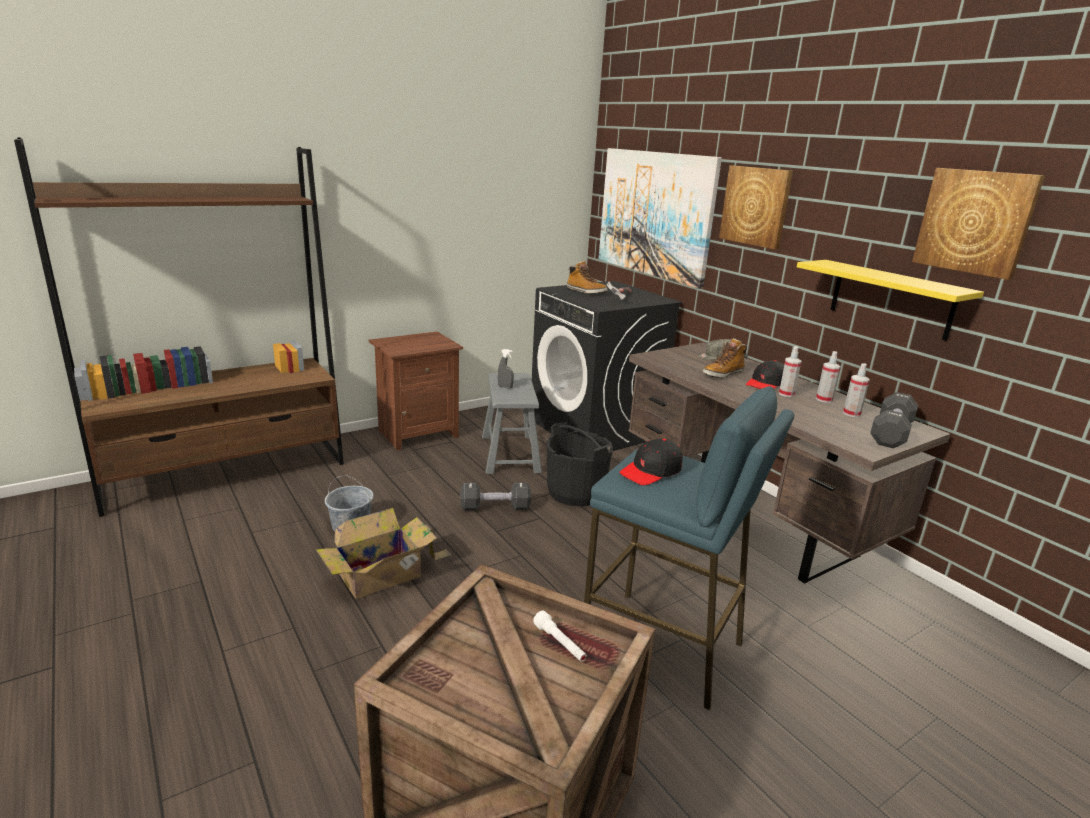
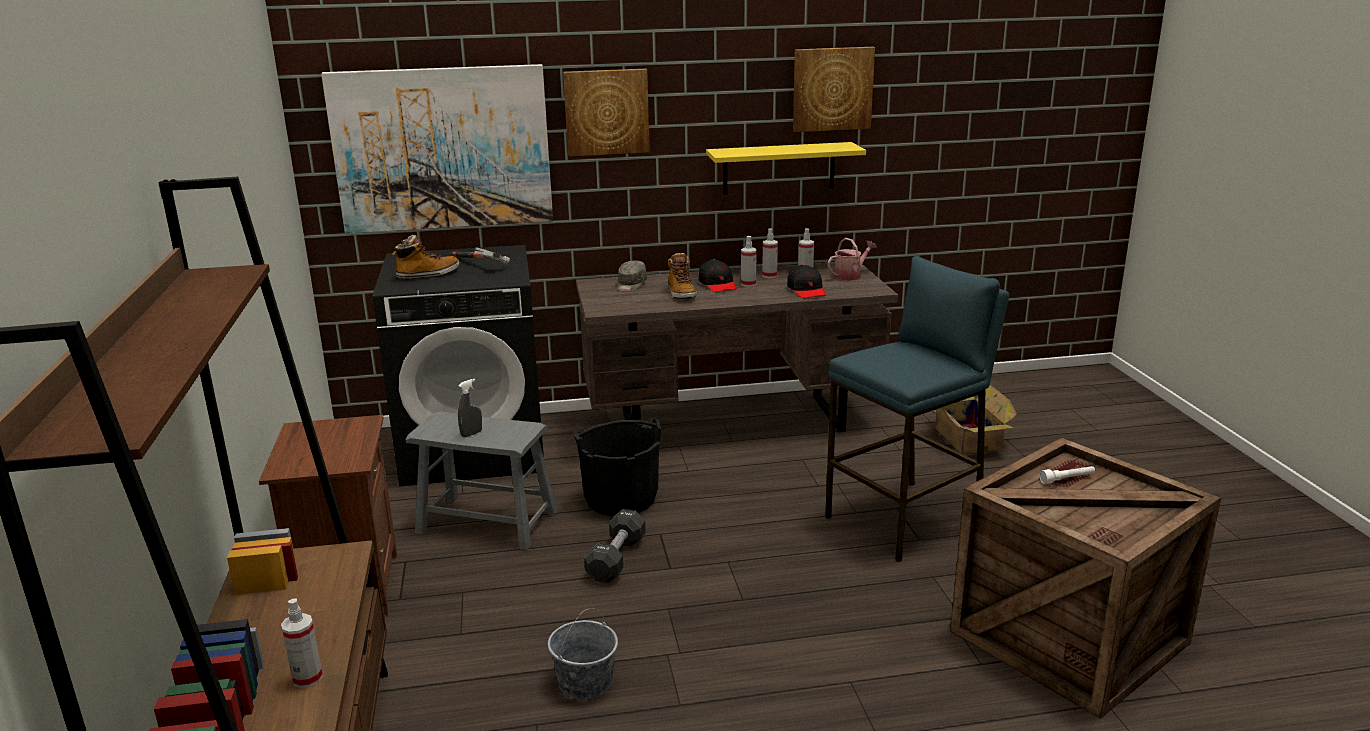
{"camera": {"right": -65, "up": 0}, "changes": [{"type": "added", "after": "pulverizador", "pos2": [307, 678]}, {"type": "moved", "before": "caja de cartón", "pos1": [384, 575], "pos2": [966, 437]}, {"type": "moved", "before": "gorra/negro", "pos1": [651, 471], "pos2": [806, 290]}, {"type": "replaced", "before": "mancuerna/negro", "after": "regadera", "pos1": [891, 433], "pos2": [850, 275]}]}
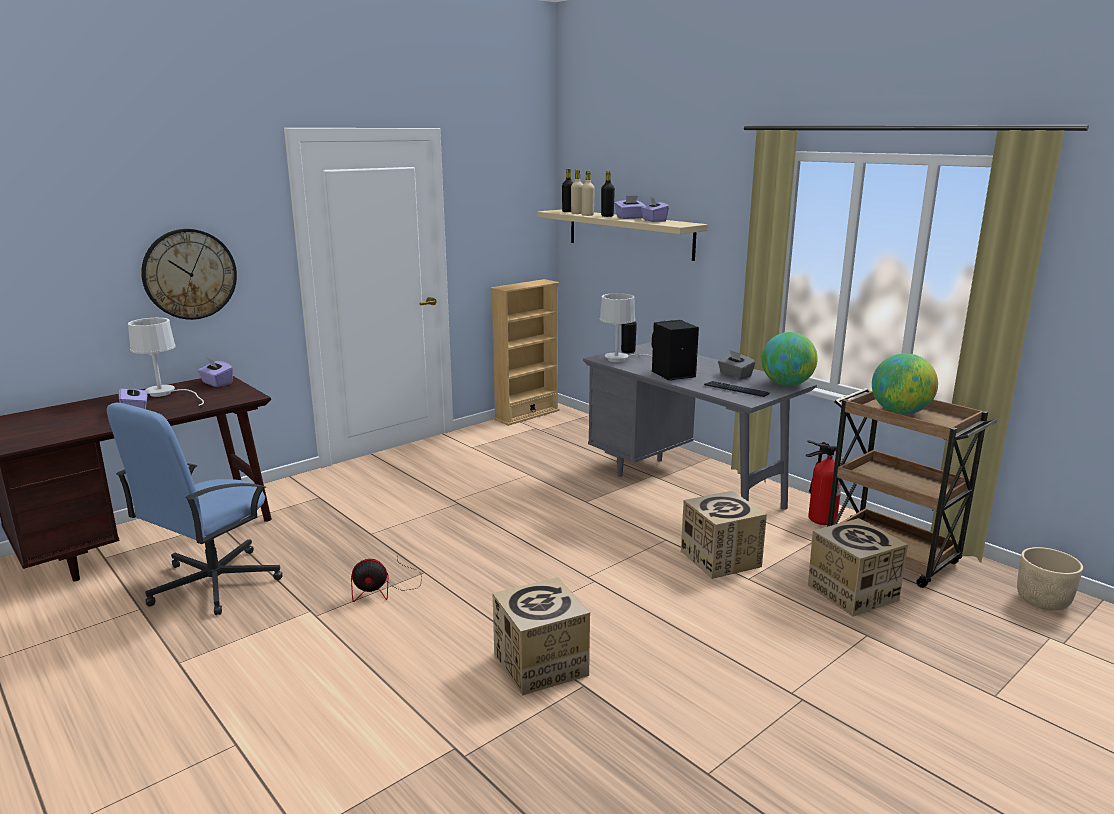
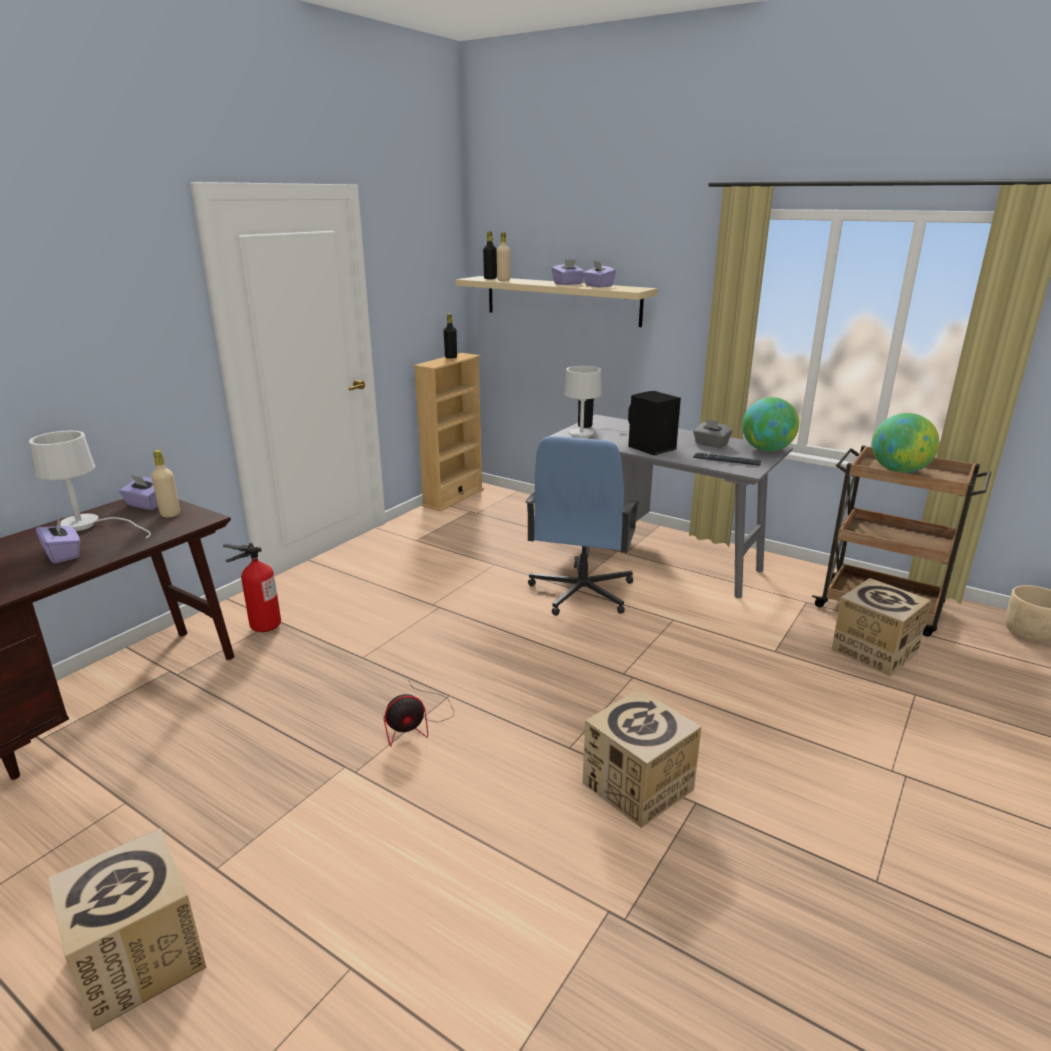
{"camera": {"right": -15, "up": 5}, "changes": [{"type": "removed", "before": "reloj de pared", "pos1": [189, 274]}, {"type": "moved", "before": "silla de oficina/azul", "pos1": [212, 583], "pos2": [581, 593]}, {"type": "moved", "before": "botella/beis", "pos1": [587, 215], "pos2": [170, 514]}, {"type": "moved", "before": "botella/negro", "pos1": [607, 216], "pos2": [451, 357]}, {"type": "moved", "before": "caja de cartón", "pos1": [720, 559], "pos2": [139, 958]}, {"type": "moved", "before": "extintor", "pos1": [818, 520], "pos2": [264, 626]}]}
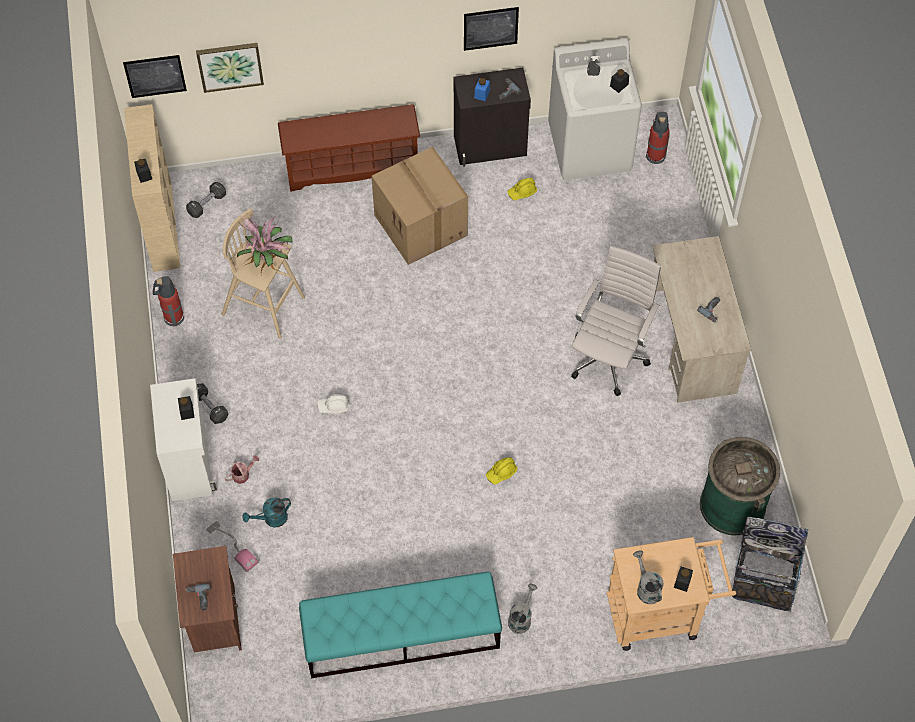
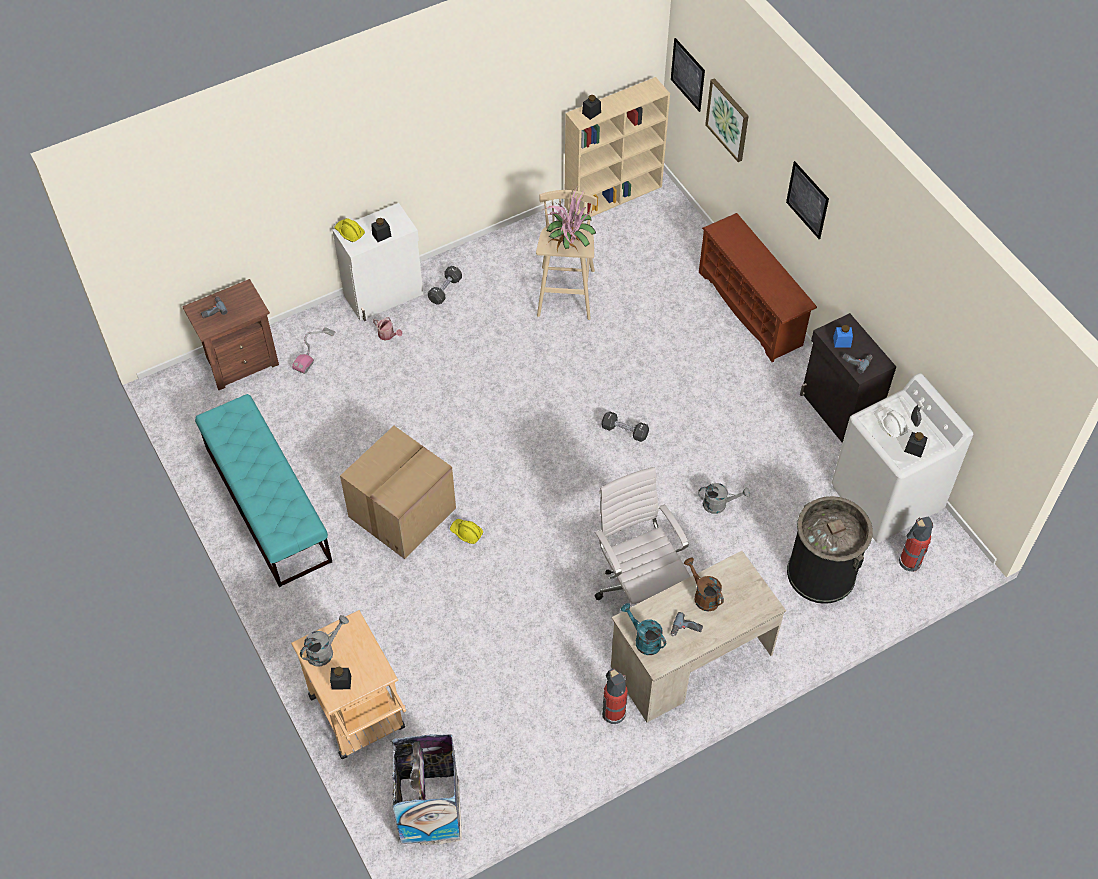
{"camera": {"right": 70, "up": -5}, "changes": [{"type": "removed", "before": "papelera/verde", "pos1": [732, 505]}, {"type": "added", "after": "regadera/marrón", "pos2": [703, 596]}, {"type": "added", "after": "papelera/negro", "pos2": [821, 573]}, {"type": "moved", "before": "extintor", "pos1": [173, 317], "pos2": [613, 712]}, {"type": "moved", "before": "mancuerna/negro", "pos1": [207, 204], "pos2": [624, 431]}, {"type": "moved", "before": "regadera/turquesa", "pos1": [271, 519], "pos2": [644, 640]}, {"type": "moved", "before": "casco/blanco", "pos1": [333, 406], "pos2": [891, 425]}, {"type": "moved", "before": "caja de cartón", "pos1": [422, 225], "pos2": [402, 514]}, {"type": "moved", "before": "cuadro", "pos1": [490, 28], "pos2": [807, 200]}, {"type": "moved", "before": "casco/amarillo", "pos1": [522, 192], "pos2": [349, 232]}, {"type": "moved", "before": "regadera/gris", "pos1": [521, 618], "pos2": [719, 504]}, {"type": "turned", "before": "silla de oficina/blanco", "pos1": [609, 356], "pos2": [638, 589], "turn": -120}]}
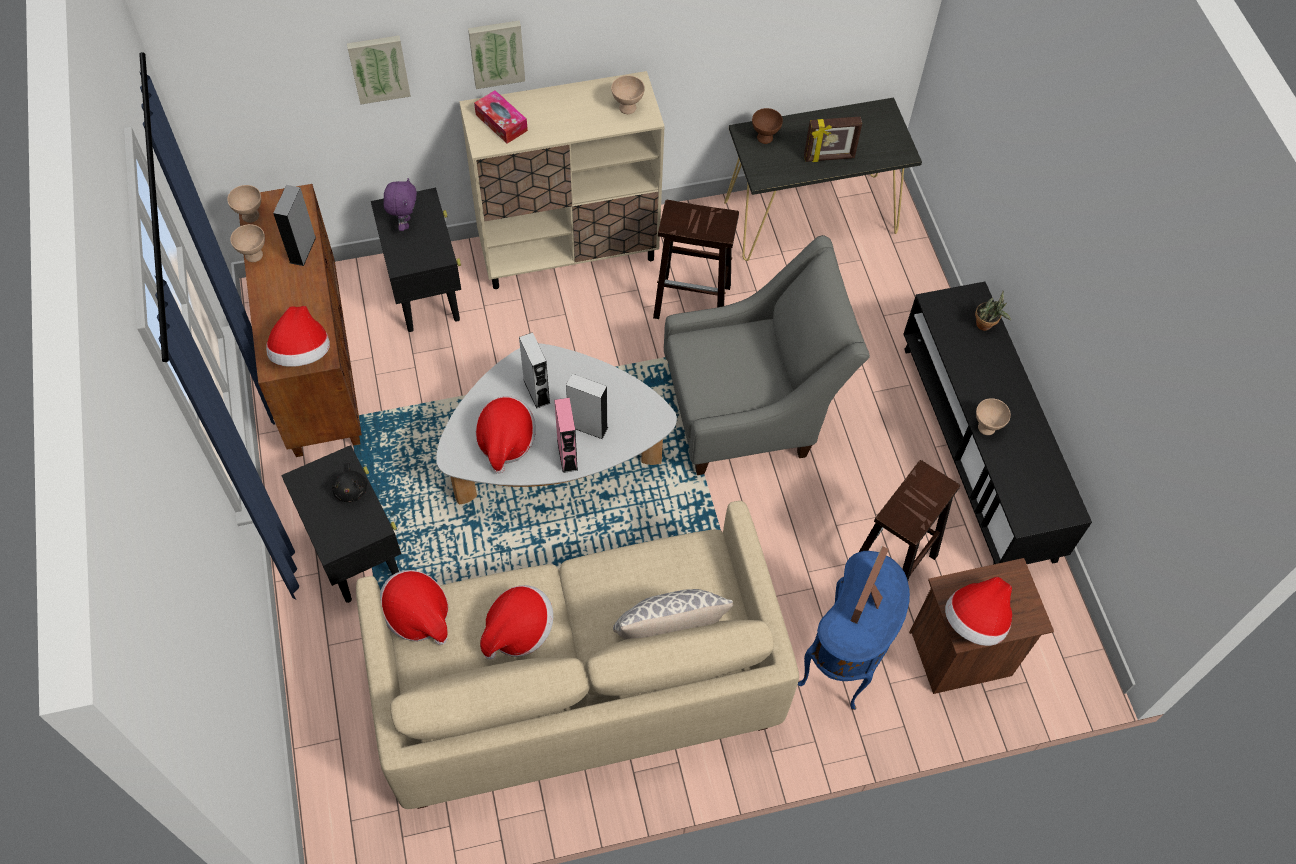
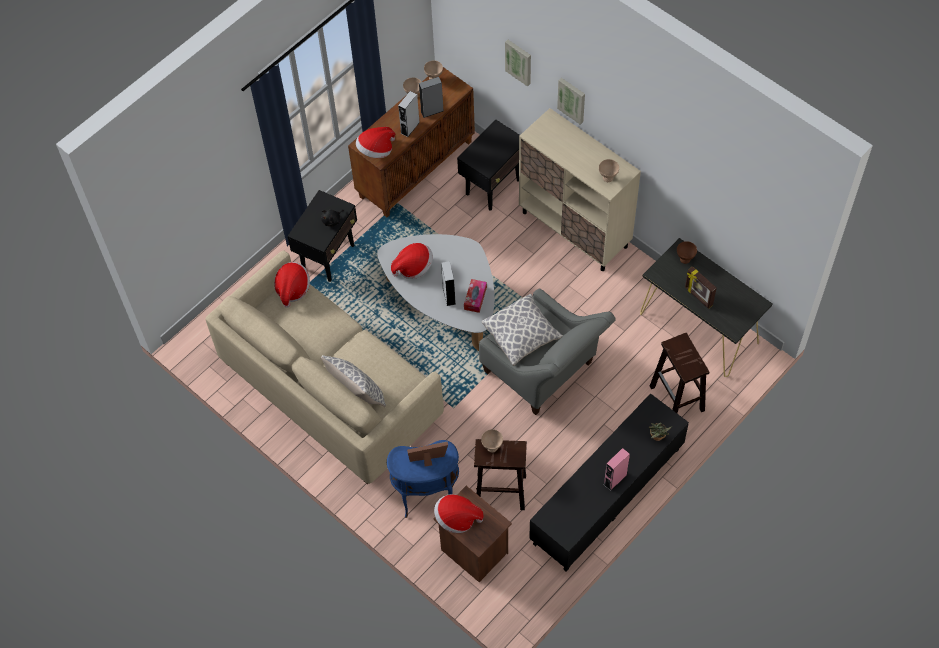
{"camera": {"right": 60, "up": 0}, "changes": [{"type": "removed", "before": "peluche/morado", "pos1": [405, 223]}, {"type": "removed", "before": "sombrero", "pos1": [518, 630]}, {"type": "added", "after": "cojín", "pos2": [522, 335]}, {"type": "moved", "before": "caja de pañuelos", "pos1": [501, 122], "pos2": [475, 298]}, {"type": "moved", "before": "altavoz/gris", "pos1": [536, 391], "pos2": [410, 127]}, {"type": "moved", "before": "altavoz/rosa", "pos1": [567, 455], "pos2": [615, 479]}, {"type": "moved", "before": "taburete/marrón", "pos1": [693, 301], "pos2": [677, 399]}, {"type": "moved", "before": "cuenco/beis", "pos1": [986, 427], "pos2": [492, 447]}]}
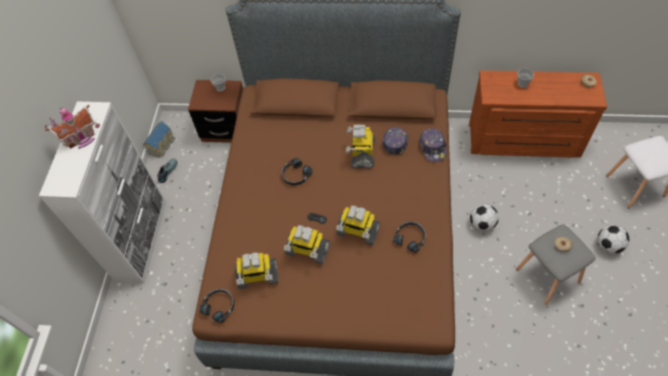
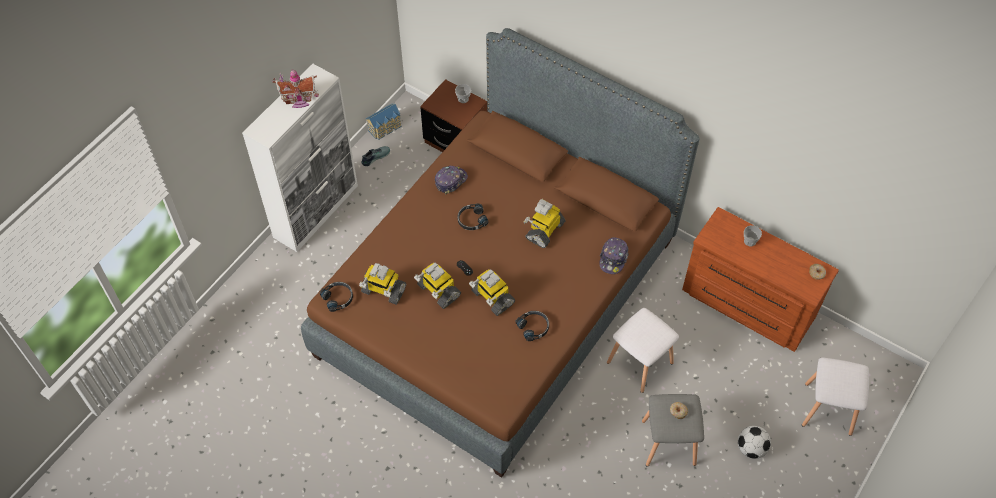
{"camera": {"right": 25, "up": 0}, "changes": [{"type": "moved", "before": "gorra", "pos1": [395, 142], "pos2": [450, 181]}, {"type": "replaced", "before": "balón de fútbol", "after": "taburete/blanco", "pos1": [482, 224], "pos2": [641, 363]}]}
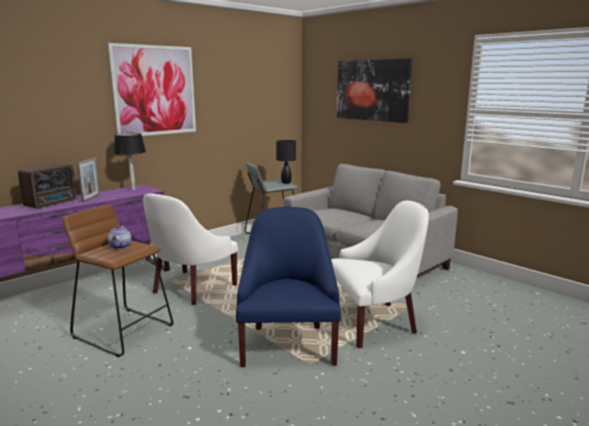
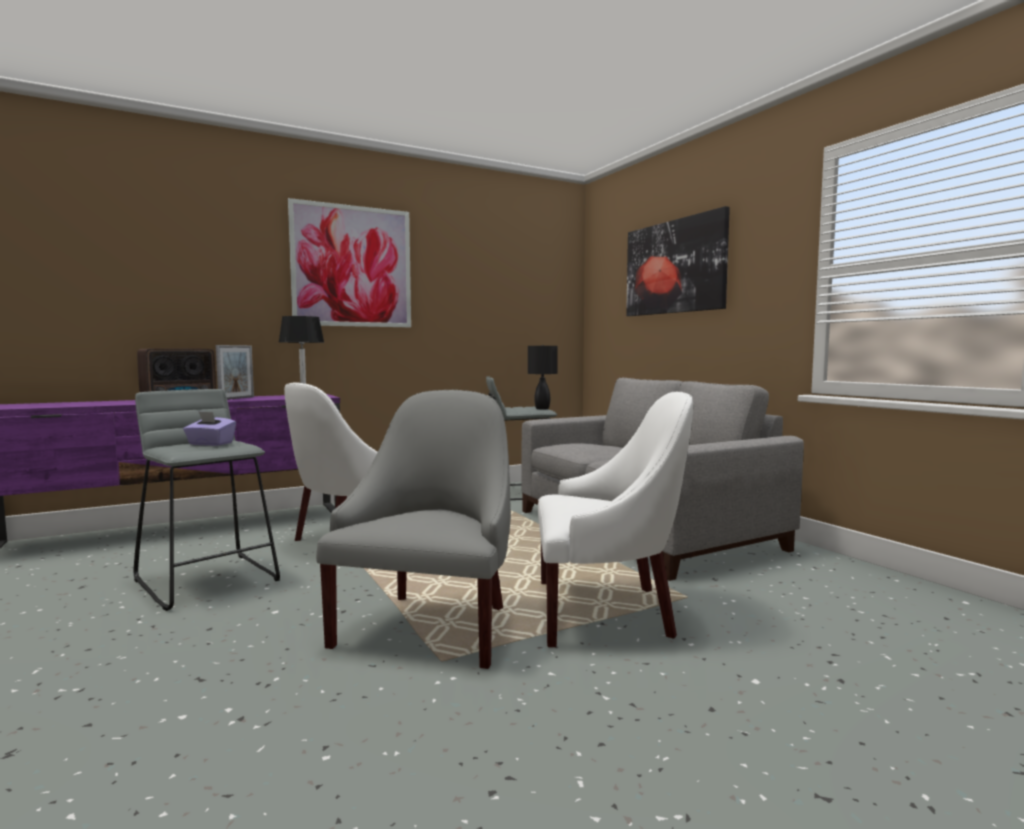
{"camera": {"right": 15, "up": -10}, "changes": [{"type": "replaced", "before": "tetera", "after": "caja de pañuelos/morado", "pos1": [121, 246], "pos2": [210, 444]}, {"type": "recoloured", "before": "taburete/marrón", "after": "taburete/gris", "pos1": [124, 331], "pos2": [209, 580]}, {"type": "recoloured", "before": "sillón/azul", "after": "sillón/gris", "pos1": [288, 344], "pos2": [430, 626]}]}
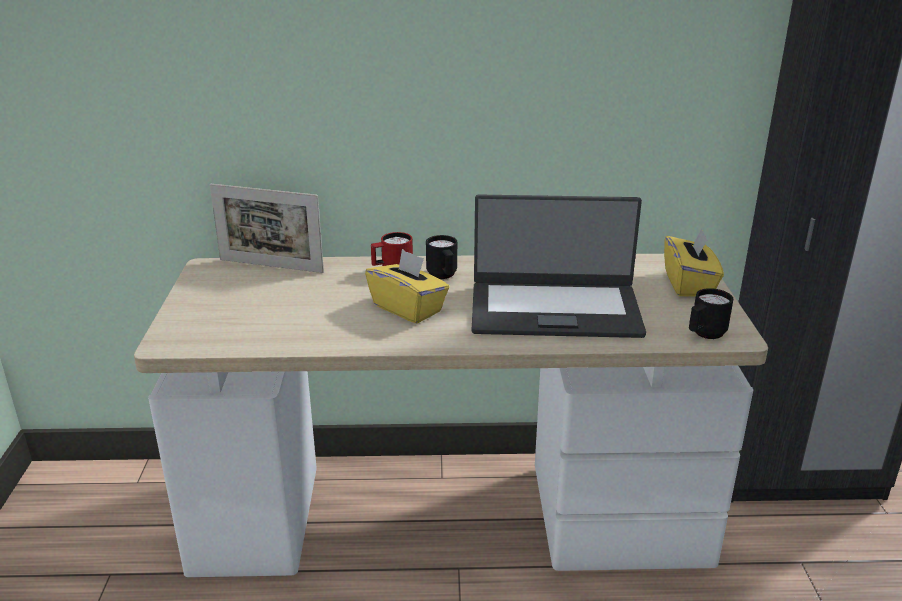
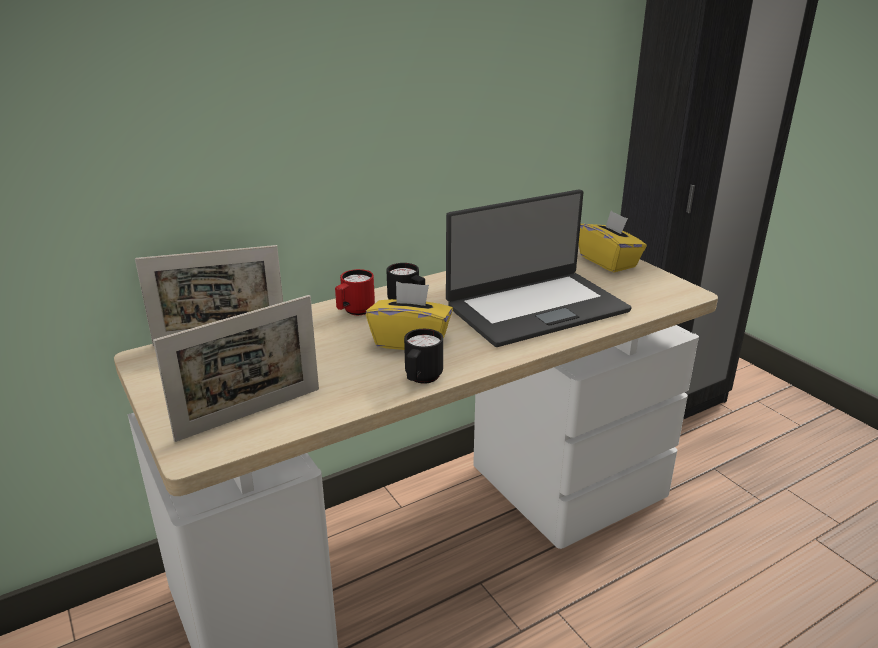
{"camera": {"right": -30, "up": 0}, "changes": [{"type": "added", "after": "portarretratos", "pos2": [250, 414]}, {"type": "moved", "before": "taza grande/negro", "pos1": [704, 334], "pos2": [421, 379]}]}
